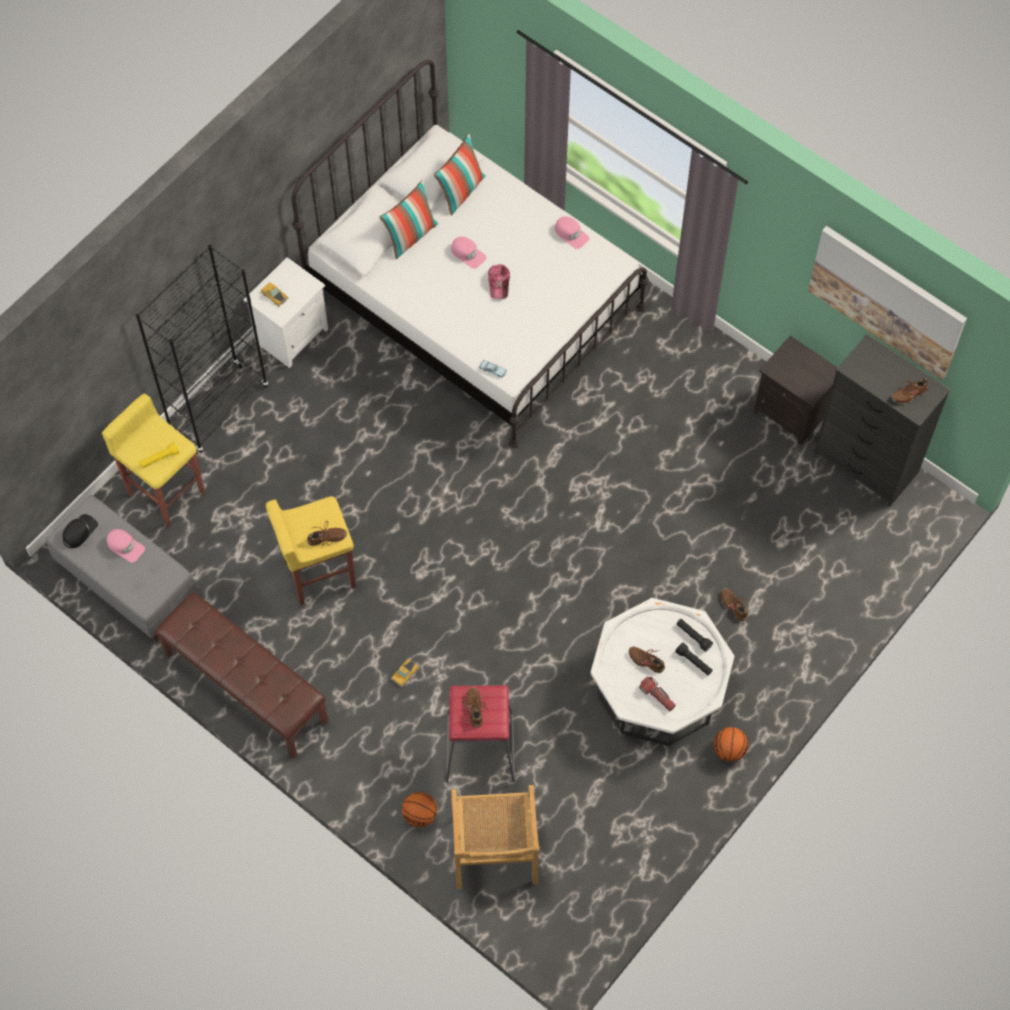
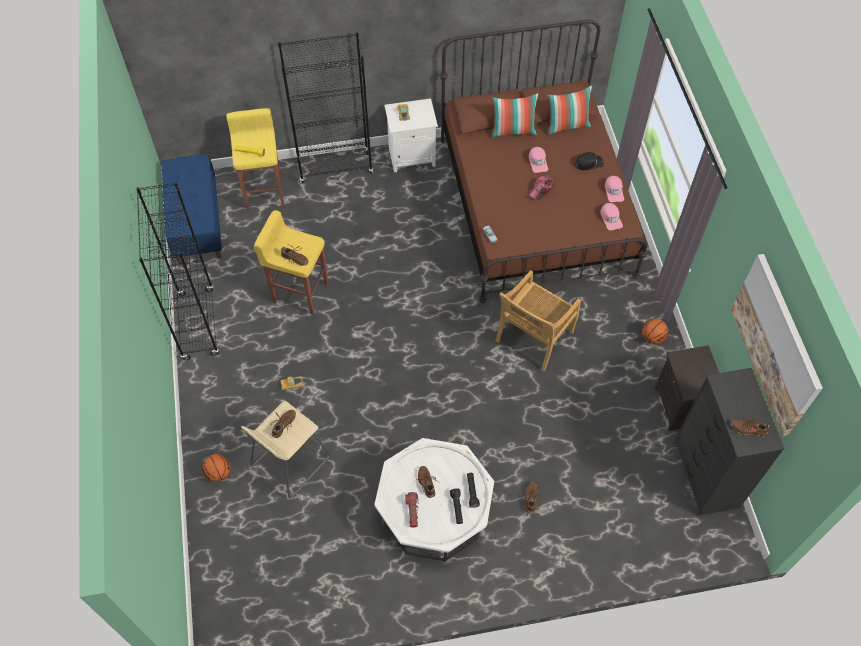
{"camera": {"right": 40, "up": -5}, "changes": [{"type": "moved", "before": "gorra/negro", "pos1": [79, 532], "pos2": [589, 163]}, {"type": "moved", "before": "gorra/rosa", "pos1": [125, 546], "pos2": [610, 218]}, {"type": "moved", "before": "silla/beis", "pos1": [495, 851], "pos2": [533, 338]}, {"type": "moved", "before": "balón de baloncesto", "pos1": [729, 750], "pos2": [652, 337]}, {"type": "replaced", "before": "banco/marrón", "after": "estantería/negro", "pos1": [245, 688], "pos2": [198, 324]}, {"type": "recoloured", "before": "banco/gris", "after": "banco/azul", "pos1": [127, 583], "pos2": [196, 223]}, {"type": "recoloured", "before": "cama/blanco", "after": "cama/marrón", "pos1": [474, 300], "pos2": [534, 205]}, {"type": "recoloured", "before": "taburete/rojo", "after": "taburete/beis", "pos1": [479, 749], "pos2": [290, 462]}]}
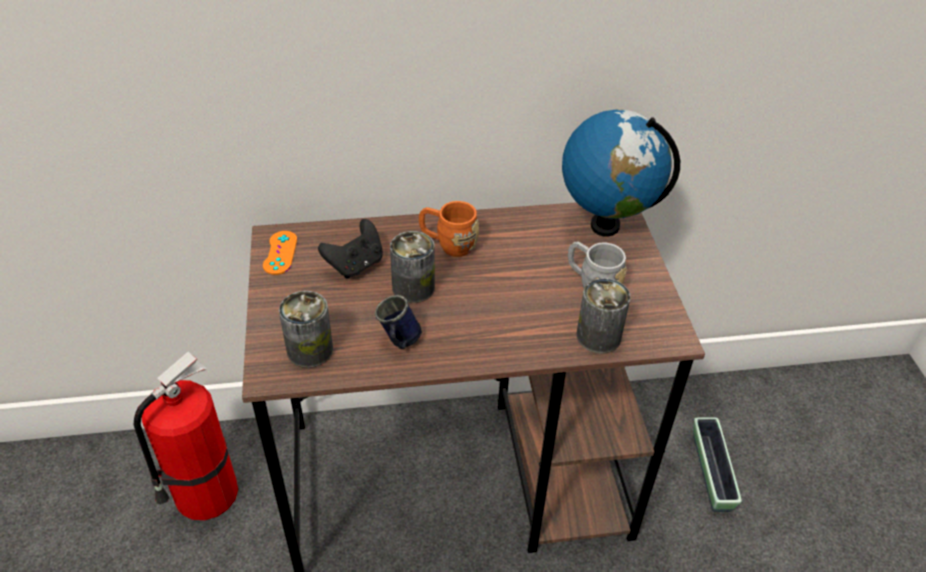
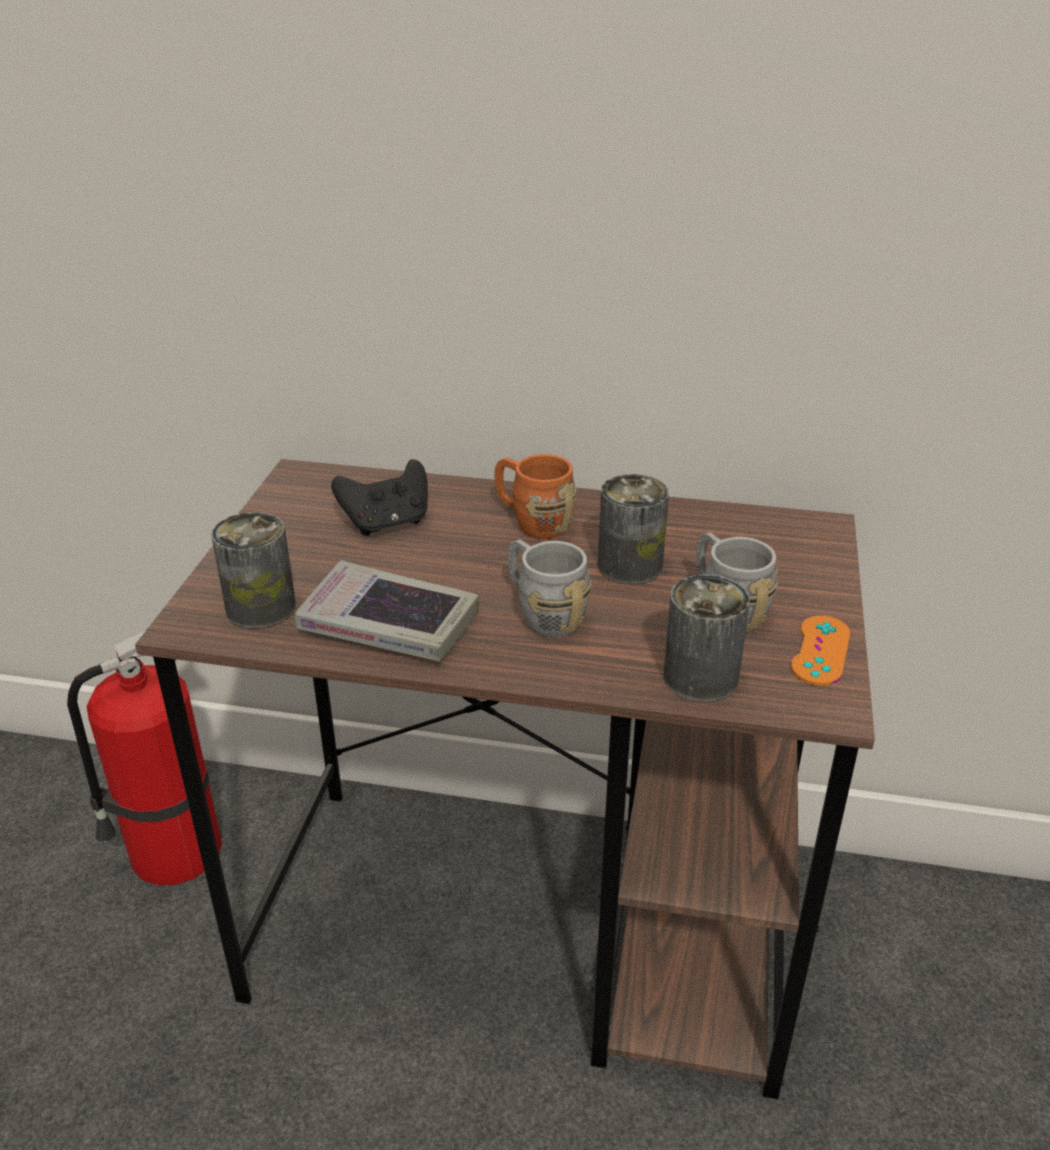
{"camera": {"right": 20, "up": -10}, "changes": [{"type": "removed", "before": "globo terráqueo", "pos1": [605, 225]}, {"type": "removed", "before": "maceta", "pos1": [711, 472]}, {"type": "added", "after": "taza grande/gris", "pos2": [543, 614]}, {"type": "moved", "before": "mando de consola/naranja", "pos1": [280, 253], "pos2": [820, 650]}, {"type": "moved", "before": "lata", "pos1": [413, 287], "pos2": [630, 565]}, {"type": "replaced", "before": "taza grande/azul", "after": "libro", "pos1": [399, 343], "pos2": [388, 624]}]}
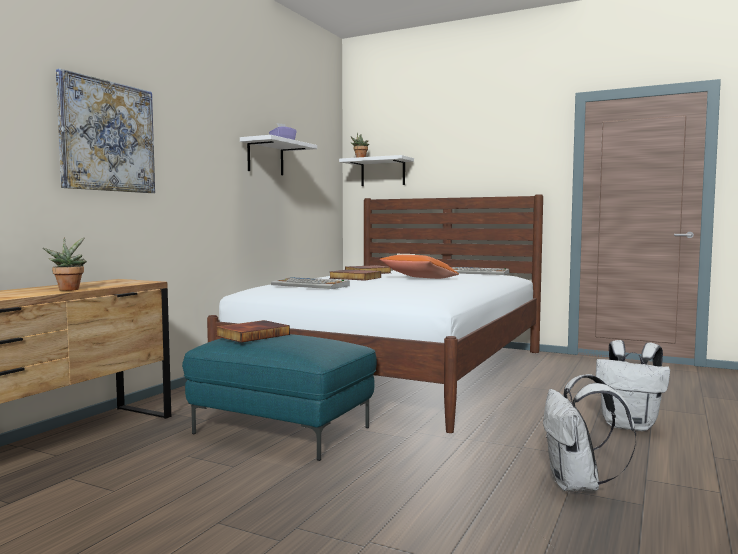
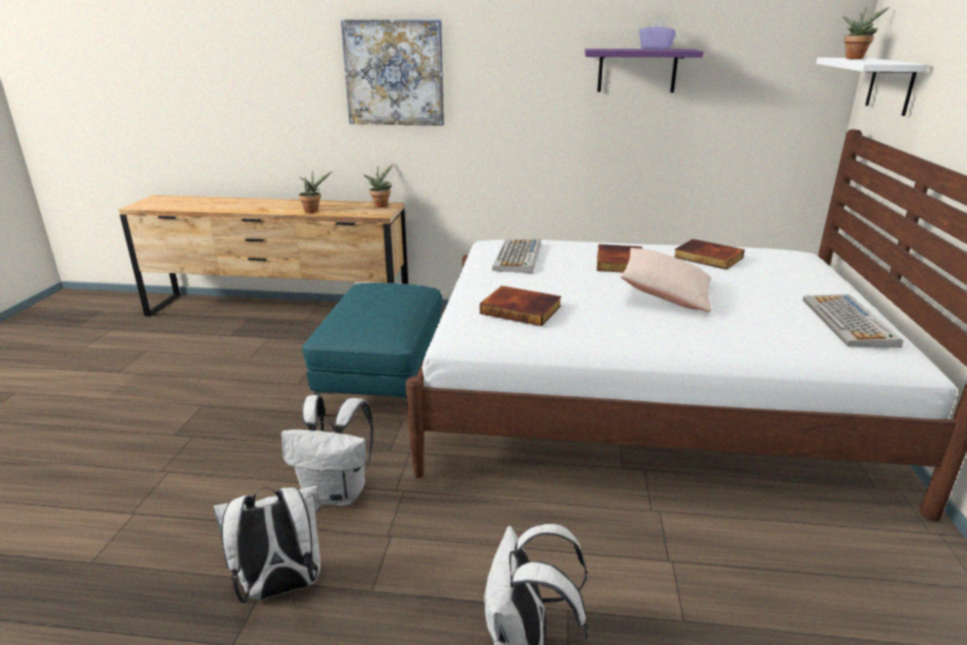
{"camera": {"right": 70, "up": 20}, "changes": [{"type": "added", "after": "mochila/blanco", "pos2": [337, 493]}, {"type": "added", "after": "planta en maceta", "pos2": [381, 205]}, {"type": "moved", "before": "libro", "pos1": [252, 335], "pos2": [521, 309]}, {"type": "recoloured", "before": "estante/blanco", "after": "estante/morado", "pos1": [265, 157], "pos2": [637, 70]}, {"type": "recoloured", "before": "cojín/naranja", "after": "cojín/beis", "pos1": [419, 278], "pos2": [665, 294]}]}
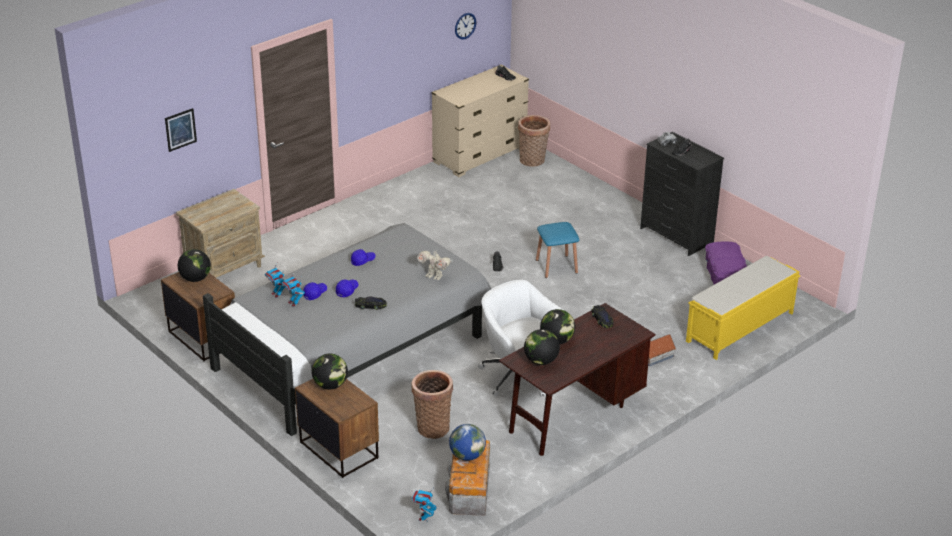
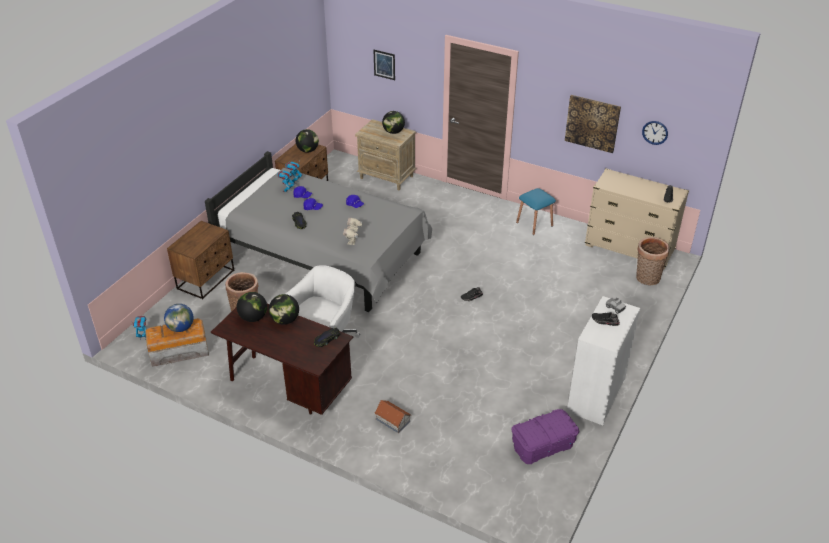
{"camera": {"right": 70, "up": 5}, "changes": [{"type": "removed", "before": "banco/amarillo", "pos1": [739, 328]}, {"type": "added", "after": "cuadro", "pos2": [592, 123]}, {"type": "moved", "before": "globo terráqueo", "pos1": [330, 385], "pos2": [393, 132]}, {"type": "moved", "before": "taburete/azul", "pos1": [556, 266], "pos2": [534, 224]}, {"type": "recoloured", "before": "cómoda/negro", "after": "cómoda/blanco", "pos1": [676, 235], "pos2": [595, 396]}]}
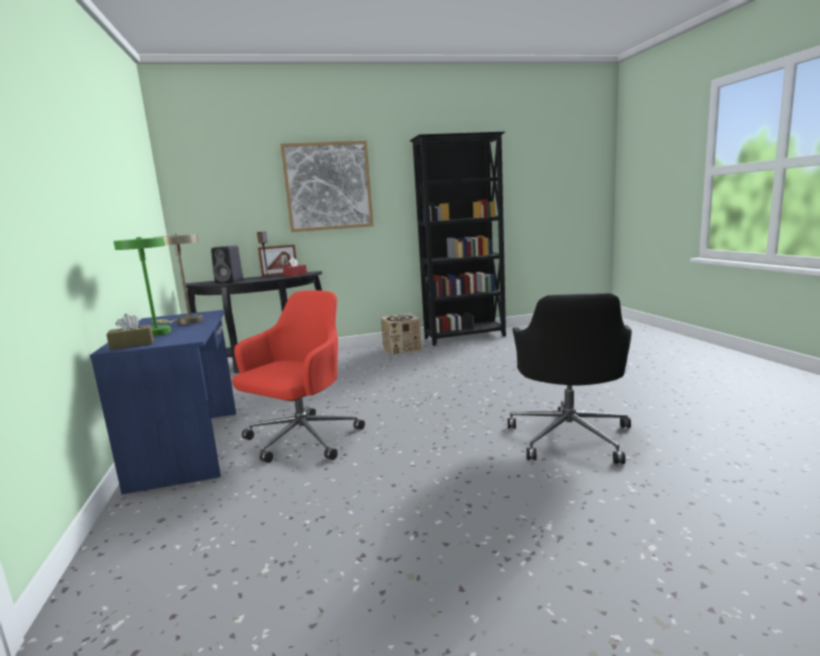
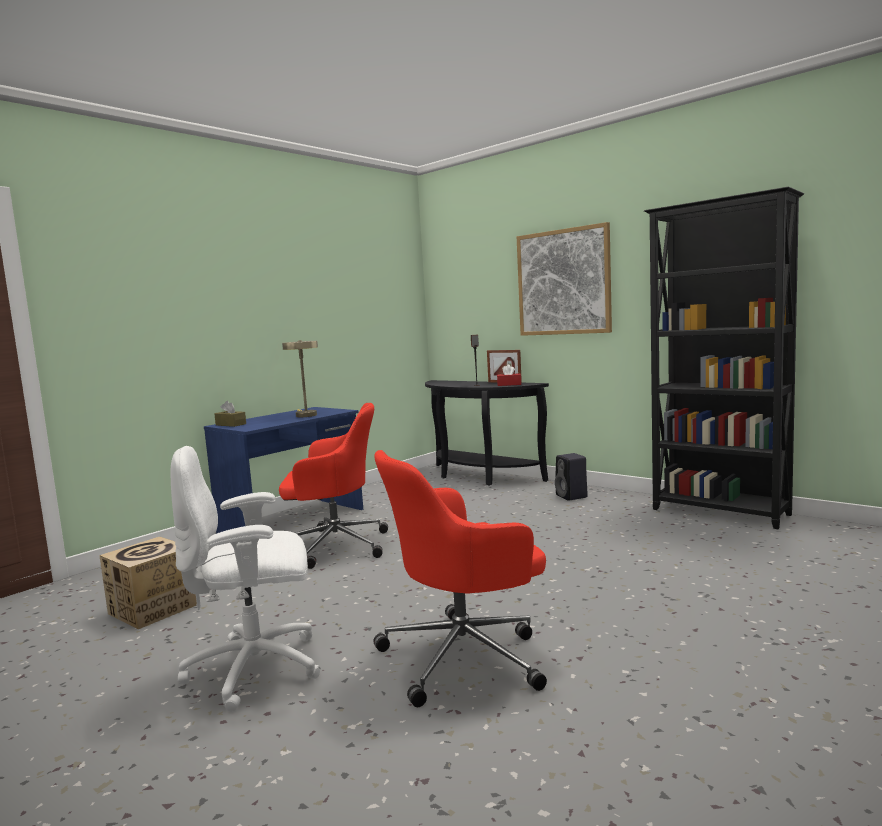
{"camera": {"right": 55, "up": -5}, "changes": [{"type": "removed", "before": "lámpara de mesa/verde", "pos1": [153, 333]}, {"type": "added", "after": "silla de oficina/blanco", "pos2": [257, 668]}, {"type": "moved", "before": "altavoz/negro", "pos1": [230, 281], "pos2": [572, 496]}, {"type": "moved", "before": "caja de cartón", "pos1": [402, 348], "pos2": [153, 609]}, {"type": "recoloured", "before": "silla de oficina/negro", "after": "silla de oficina/rojo", "pos1": [570, 436], "pos2": [465, 656]}]}
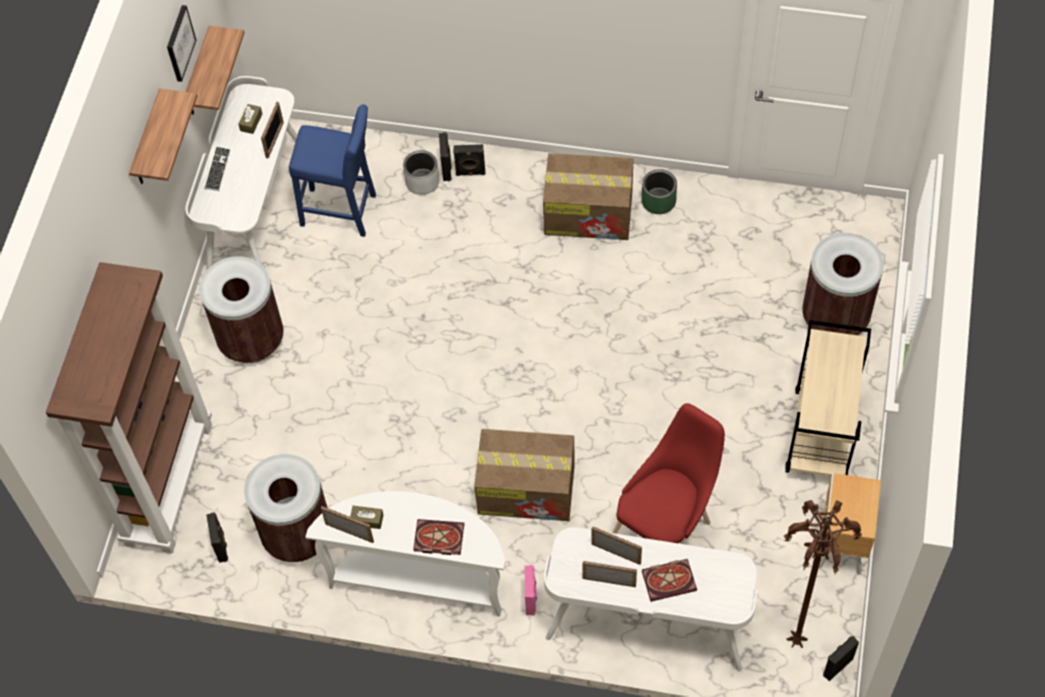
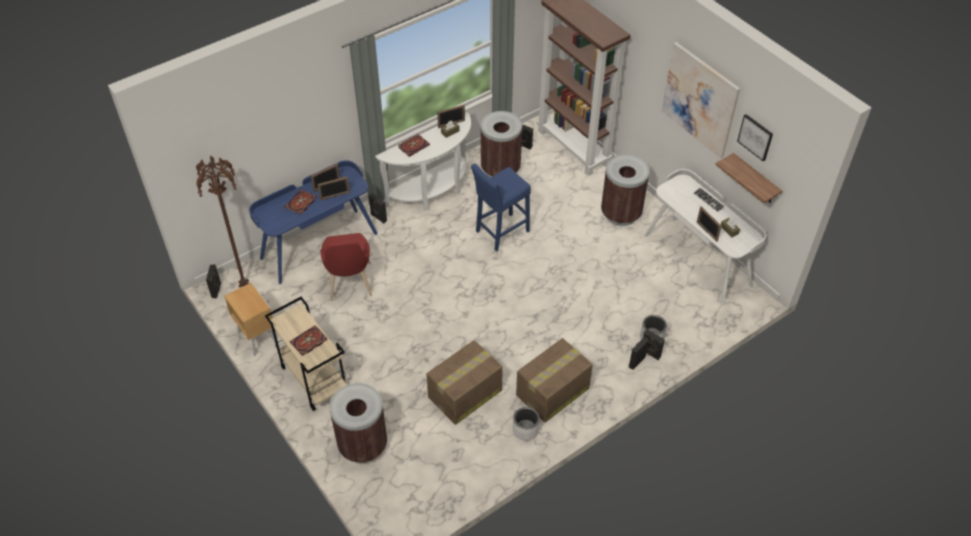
{"camera": {"right": 130, "up": -10}, "changes": [{"type": "added", "after": "libro", "pos2": [308, 342]}, {"type": "moved", "before": "taburete/azul", "pos1": [342, 212], "pos2": [500, 233]}, {"type": "moved", "before": "caja de cartón", "pos1": [528, 489], "pos2": [464, 394]}, {"type": "replaced", "before": "estante", "after": "cuadro", "pos1": [148, 141], "pos2": [700, 99]}, {"type": "recoloured", "before": "altavoz/rosa", "after": "altavoz/negro", "pos1": [531, 599], "pos2": [378, 217]}, {"type": "recoloured", "before": "escritorio/blanco", "after": "escritorio/azul", "pos1": [647, 623], "pos2": [318, 245]}, {"type": "recoloured", "before": "maceta/verde", "after": "maceta/blanco", "pos1": [659, 201], "pos2": [525, 430]}]}
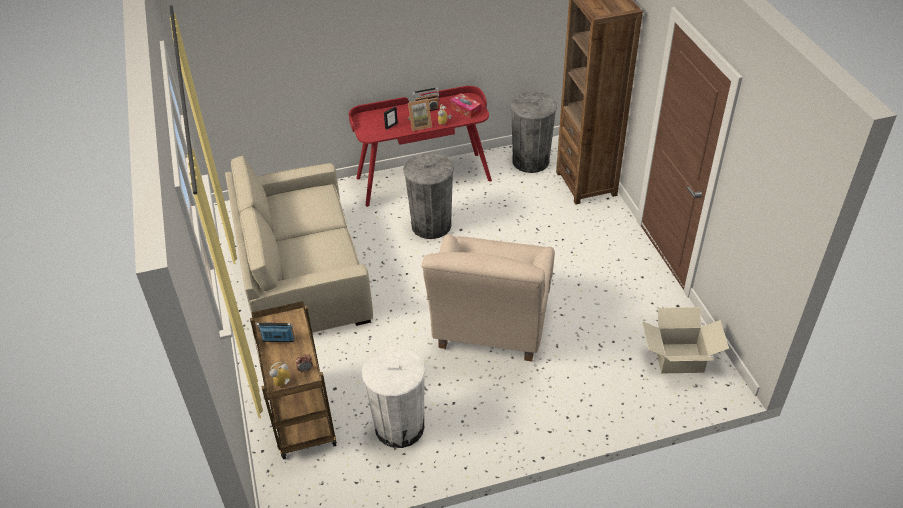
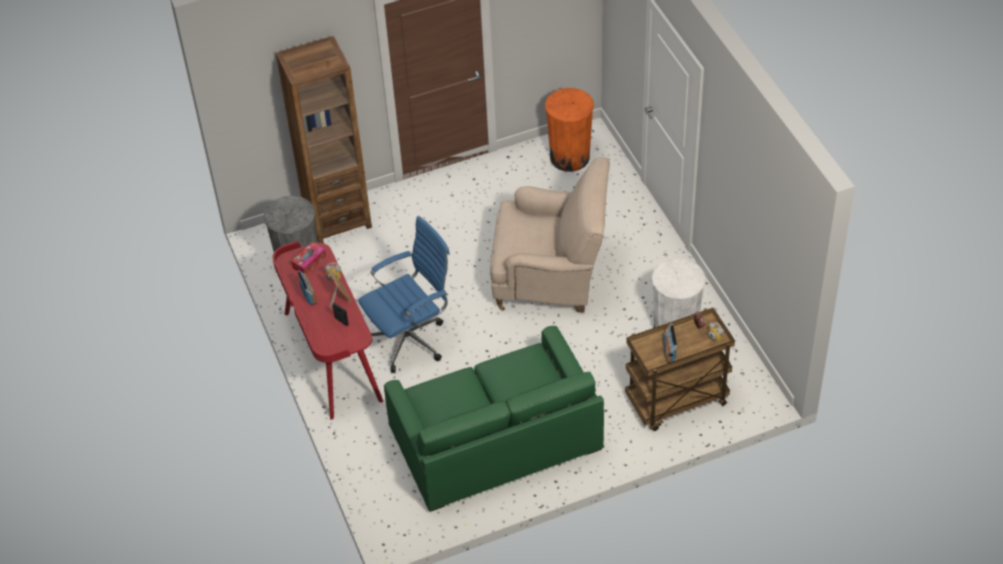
{"camera": {"right": -95, "up": 5}, "changes": [{"type": "replaced", "before": "papelera/gris", "after": "silla de oficina/azul", "pos1": [431, 225], "pos2": [411, 340]}, {"type": "replaced", "before": "caja de cartón", "after": "papelera/naranja", "pos1": [679, 358], "pos2": [569, 157]}, {"type": "recoloured", "before": "sofá/beis", "after": "sofá/verde", "pos1": [301, 273], "pos2": [495, 439]}]}
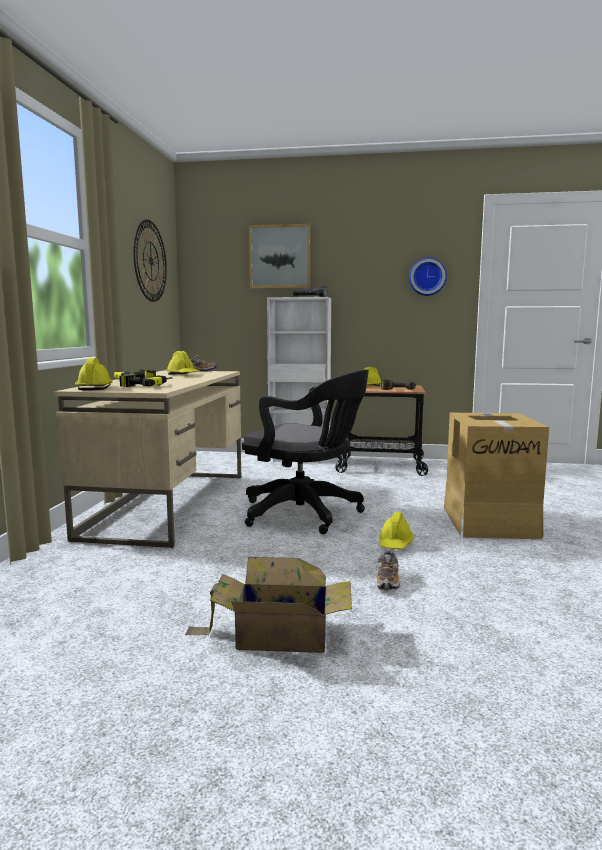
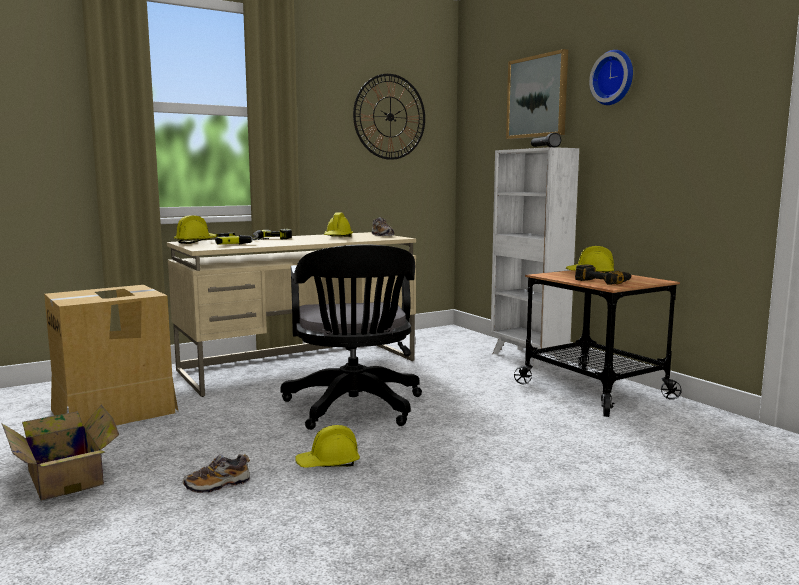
{"camera": {"right": 50, "up": 0}, "changes": [{"type": "moved", "before": "reloj de pared", "pos1": [427, 277], "pos2": [614, 78]}, {"type": "moved", "before": "caja de cartón", "pos1": [490, 521], "pos2": [115, 411]}]}
